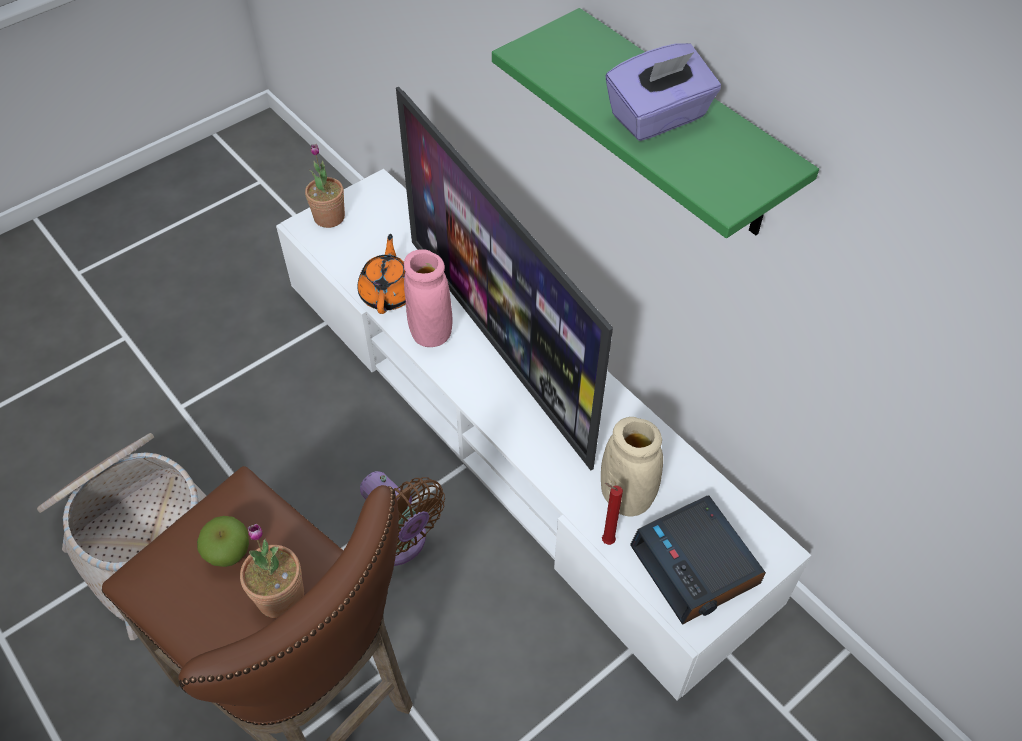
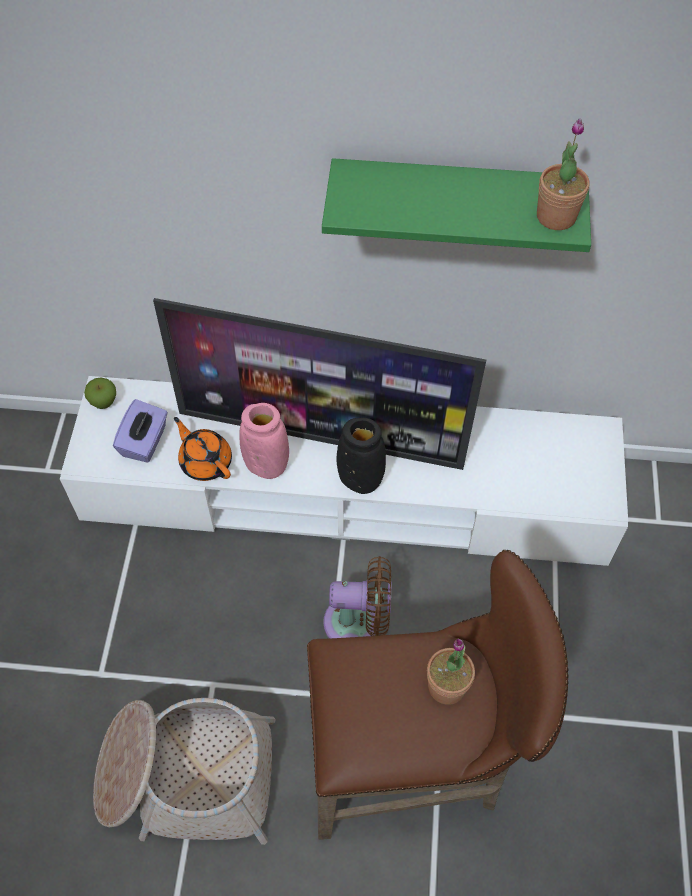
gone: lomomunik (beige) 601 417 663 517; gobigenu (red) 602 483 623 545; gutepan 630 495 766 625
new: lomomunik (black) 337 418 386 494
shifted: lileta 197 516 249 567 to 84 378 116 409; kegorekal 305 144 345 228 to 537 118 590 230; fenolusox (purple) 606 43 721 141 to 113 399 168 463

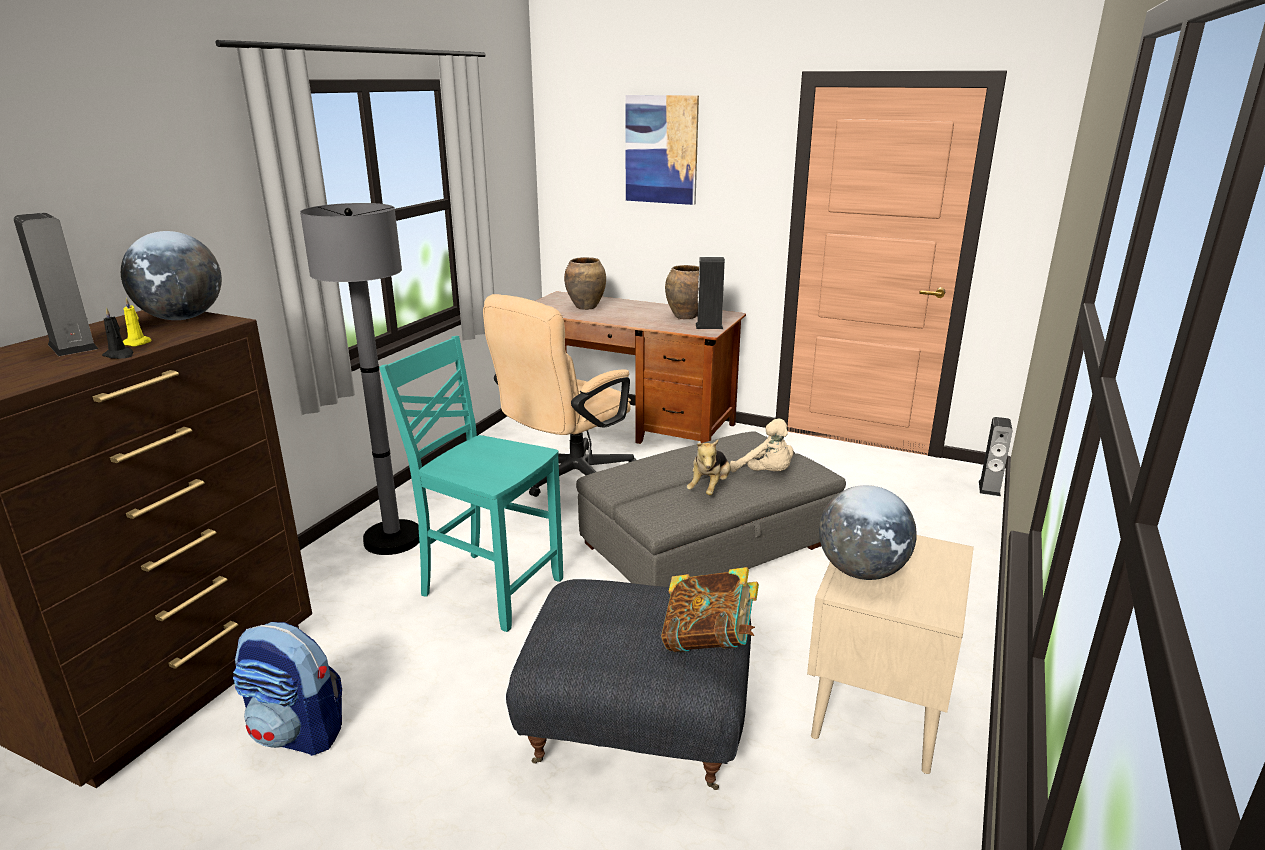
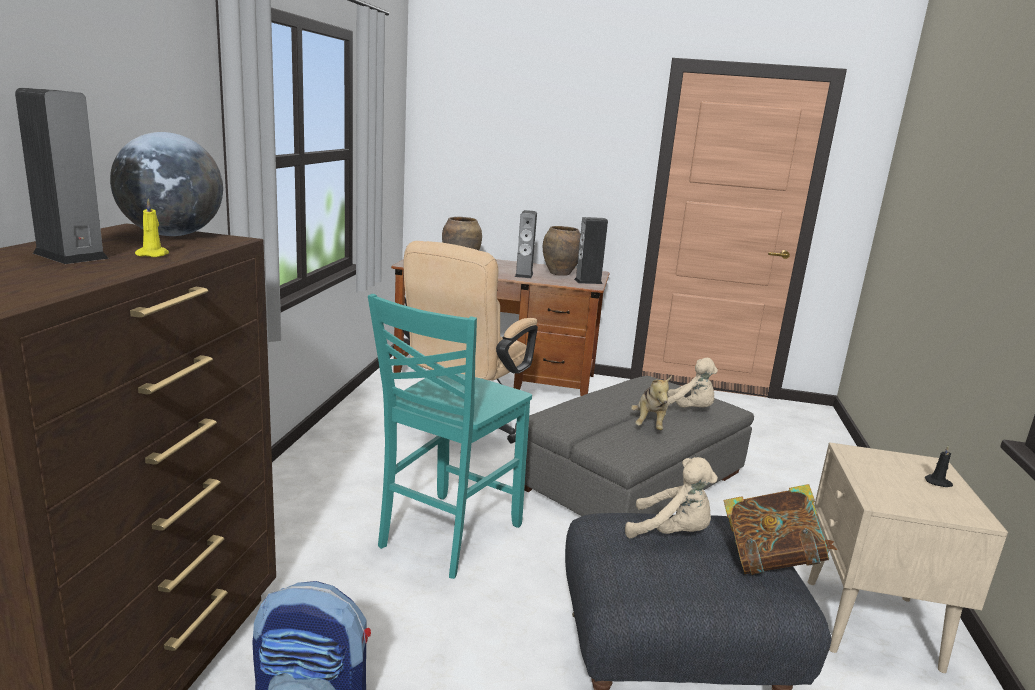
gone: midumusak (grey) 300 203 420 555; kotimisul 625 95 699 205; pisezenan 819 485 917 580
new: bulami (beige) 625 457 718 538
shifted: gobigenu (black) 102 308 133 359 to 925 445 953 487; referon 979 417 1013 496 to 515 210 537 278
rotated: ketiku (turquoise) 379 336 563 632 = 368 294 532 579 75 degrees counterclockwise

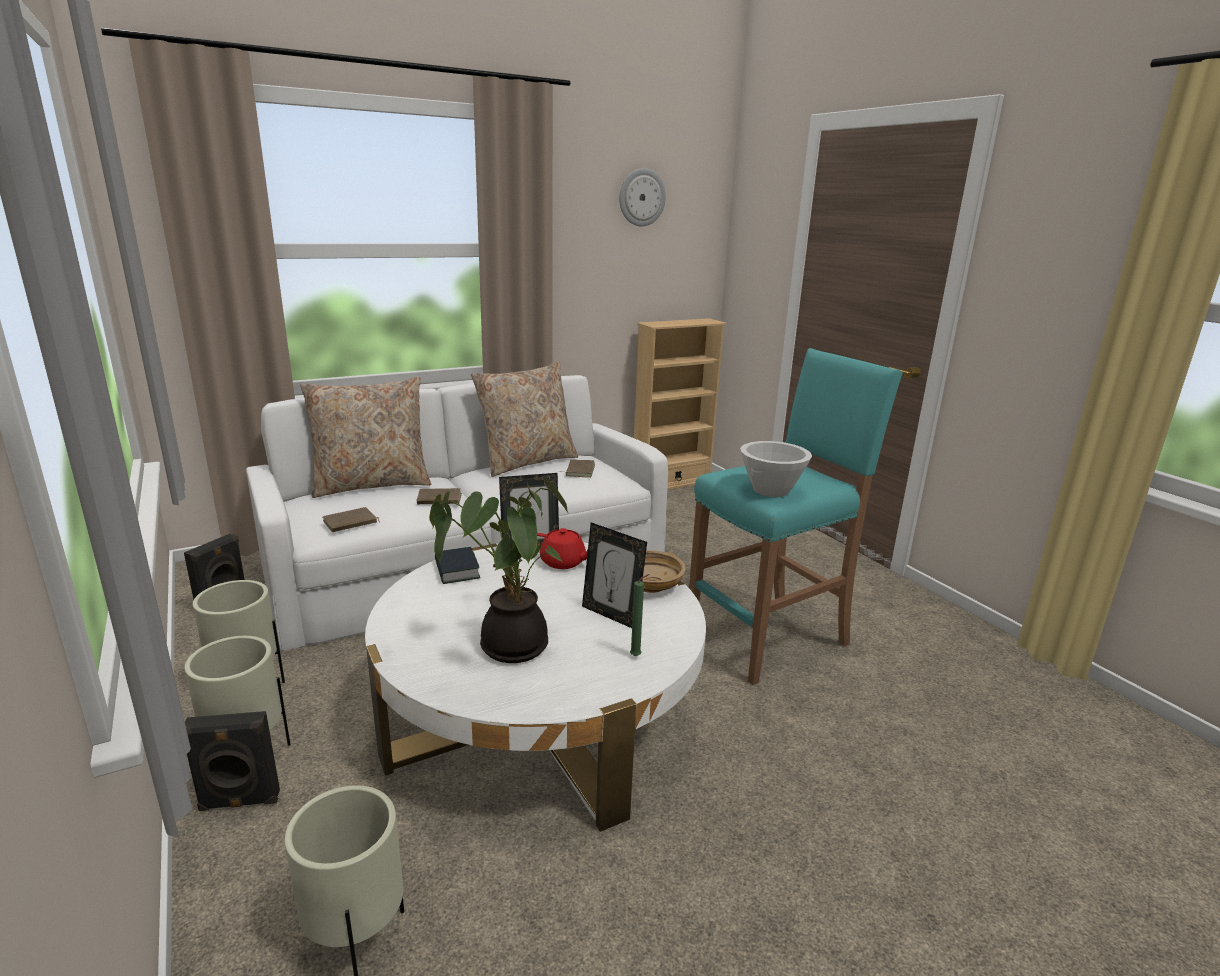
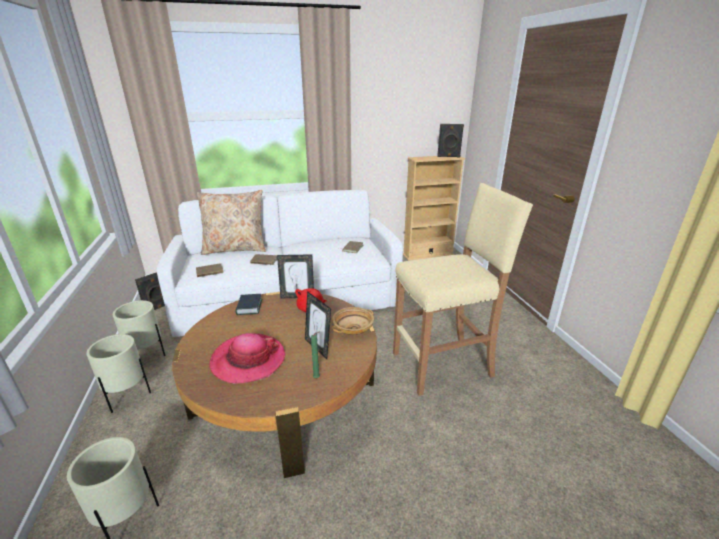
gone: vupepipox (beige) 471 362 578 477; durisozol 619 168 666 226; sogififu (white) 740 441 812 497
shifted: referon (black) 185 711 280 811 to 437 124 464 157
swapped: kegorekal 429 478 570 663 to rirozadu 210 333 285 384
repainted: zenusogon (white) 365 542 706 832 to zenusogon (brown) 172 292 377 478; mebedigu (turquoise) 689 348 903 685 to mebedigu (beige) 393 183 533 396

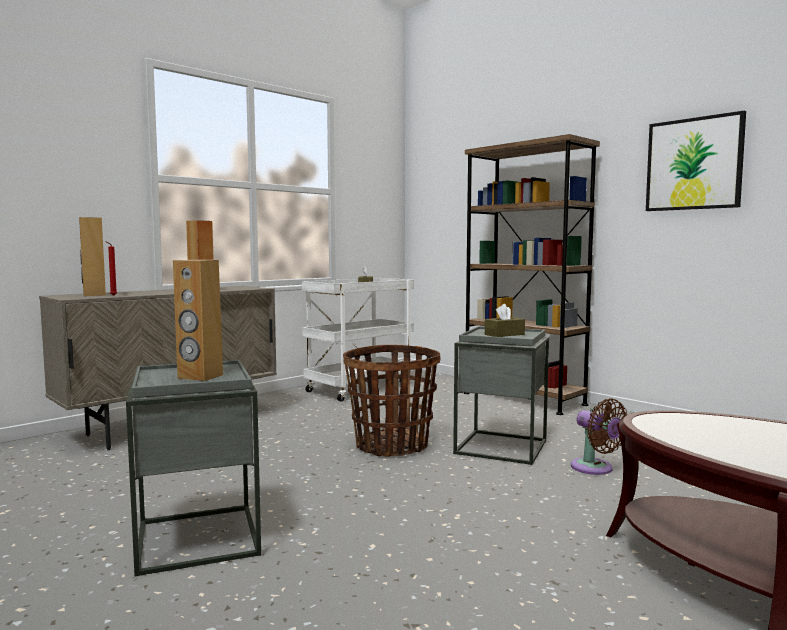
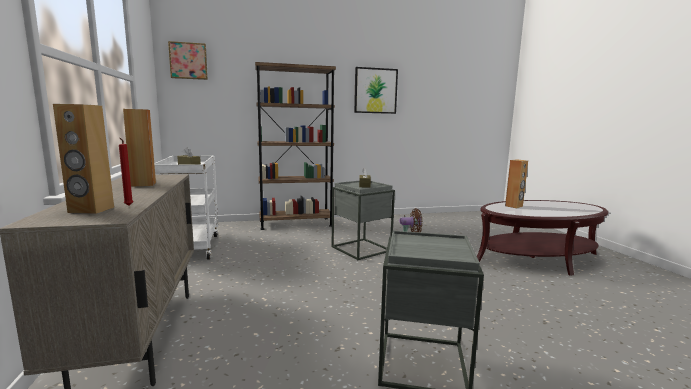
gone: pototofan 343 345 440 457
new: kotimisul 168 41 208 80
shifted: referon (brown) 173 260 223 381 to 505 159 528 208

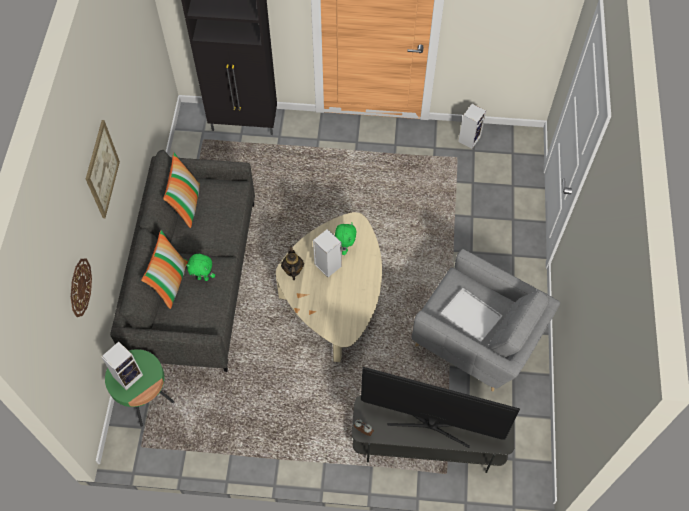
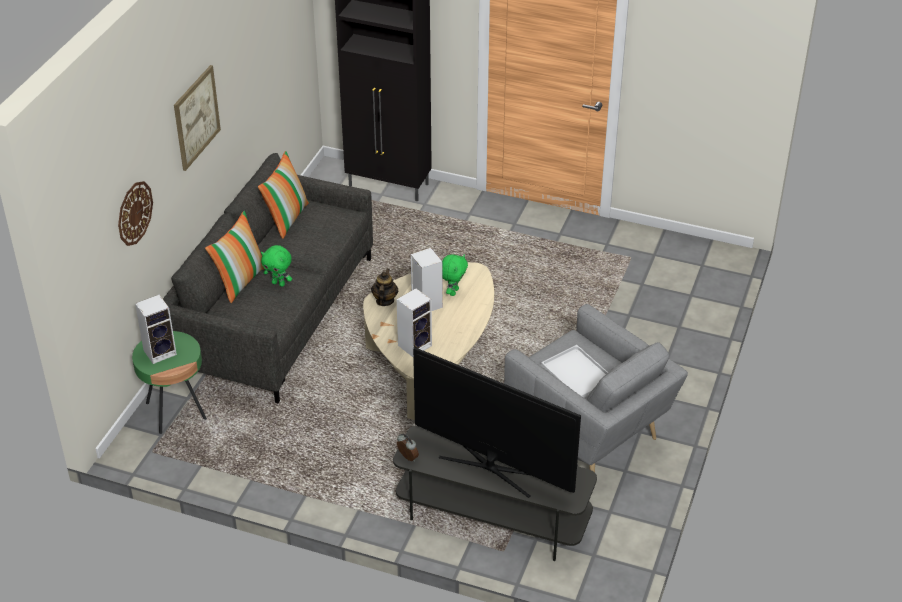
shifted: referon 458 104 486 149 to 397 288 432 357

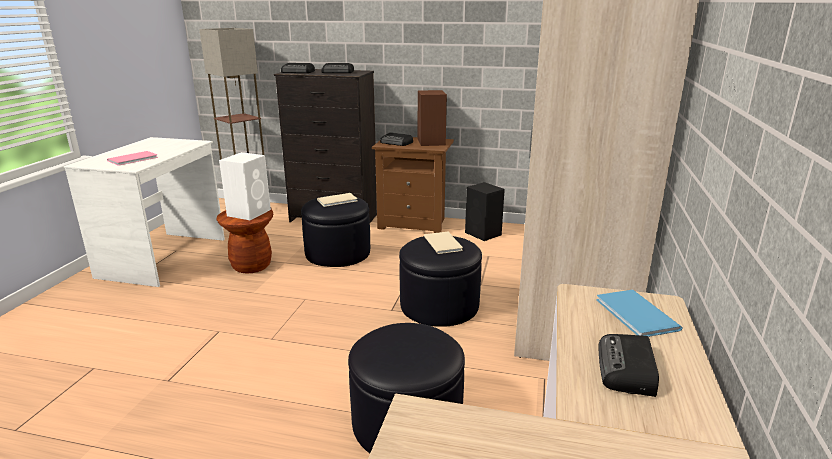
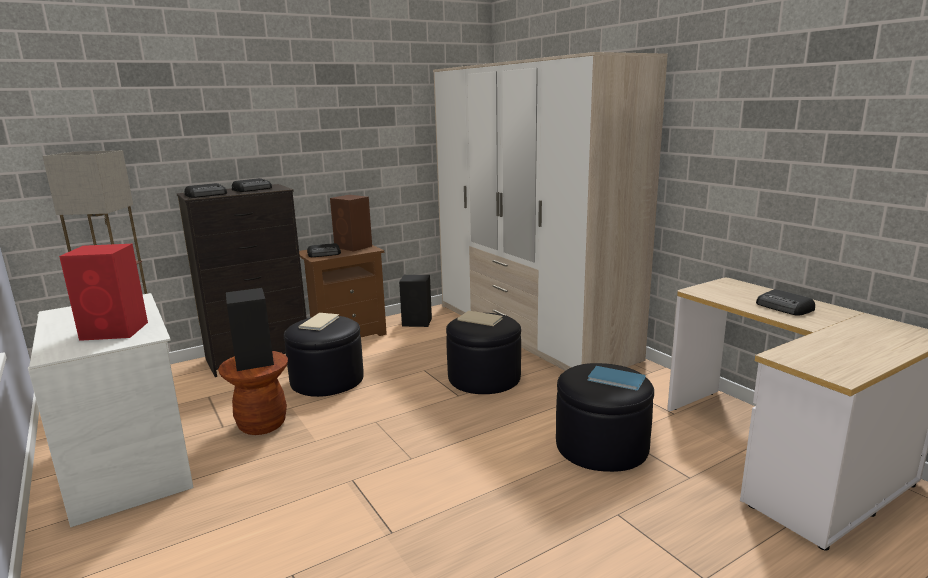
shifted: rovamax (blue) 596 290 682 337 to 588 366 646 391
swapped: rovamax (pink) 107 151 158 166 to referon (red) 59 244 148 341
repainted: referon (white) 219 152 271 220 to referon (black) 226 288 274 371

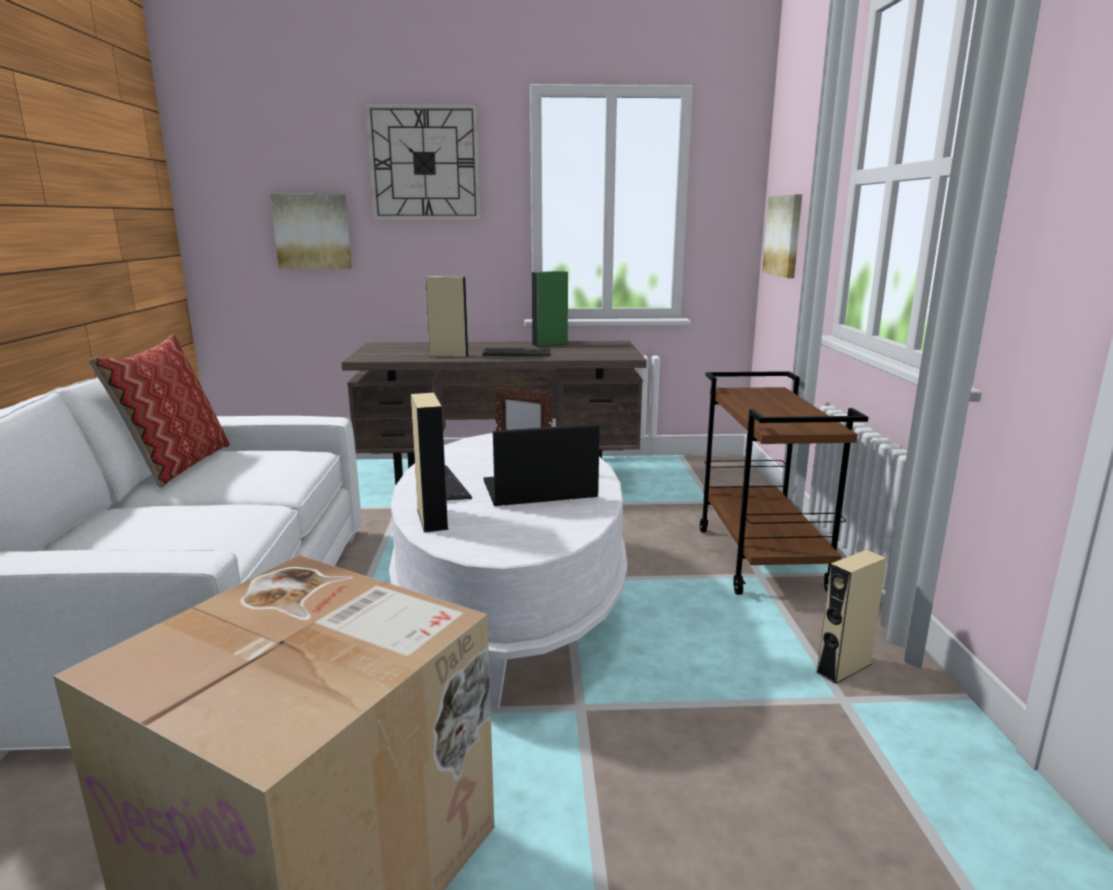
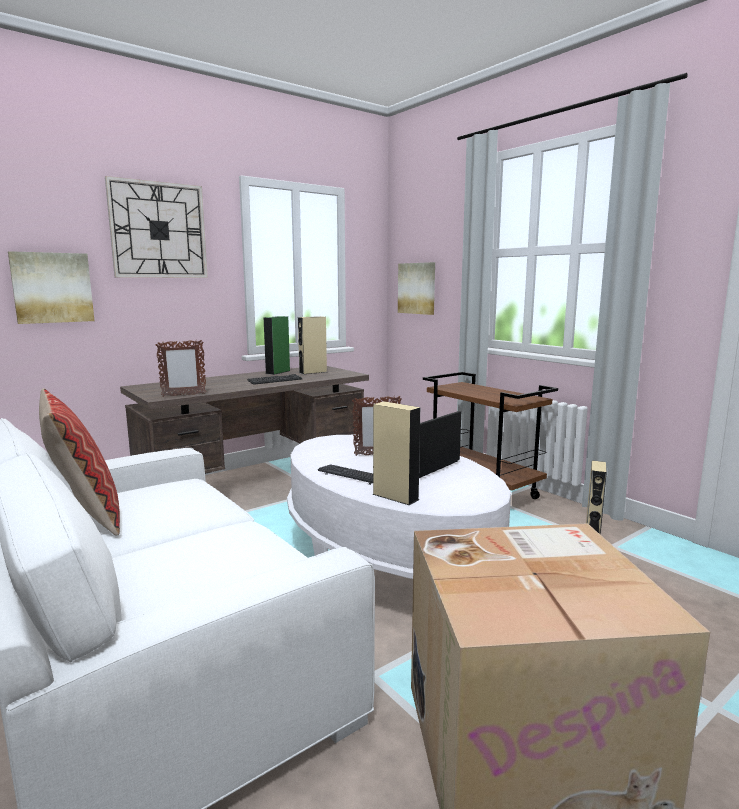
new: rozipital 156 340 207 397
shifted: referon (beige) 426 276 468 357 to 298 316 327 374

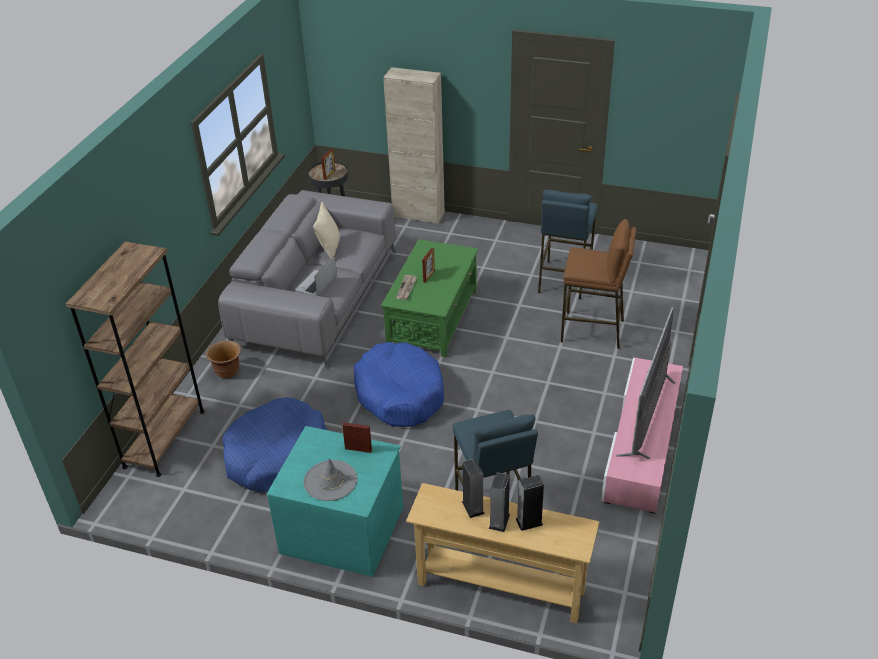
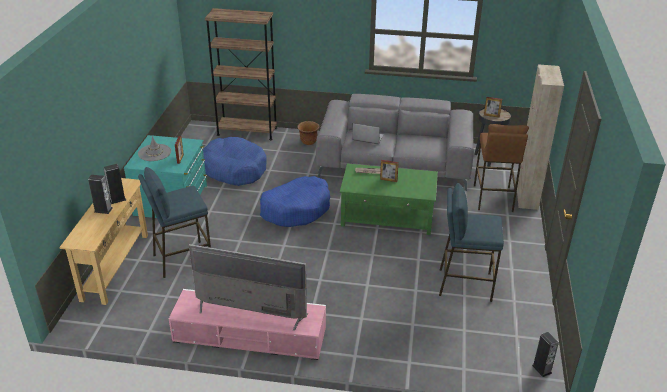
gone: vupepipox (beige) 313 202 340 259
shifted: referon 516 475 544 531 to 532 332 559 377; mebedigu (brown) 561 219 636 349 to 474 124 529 212

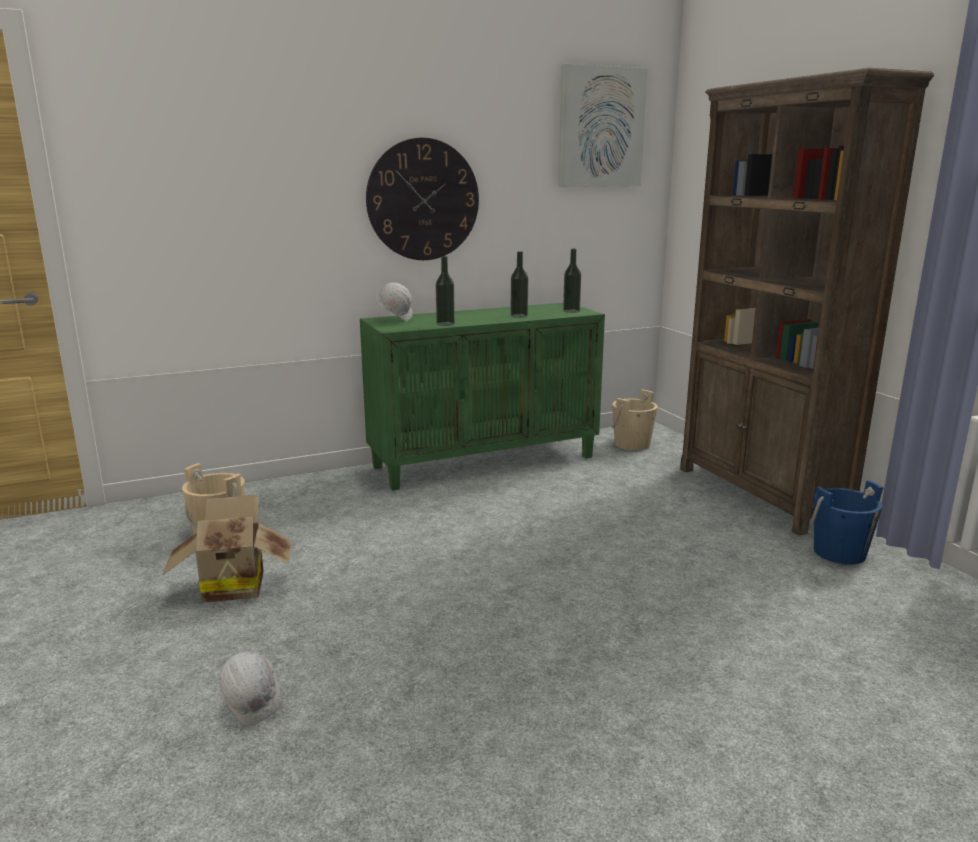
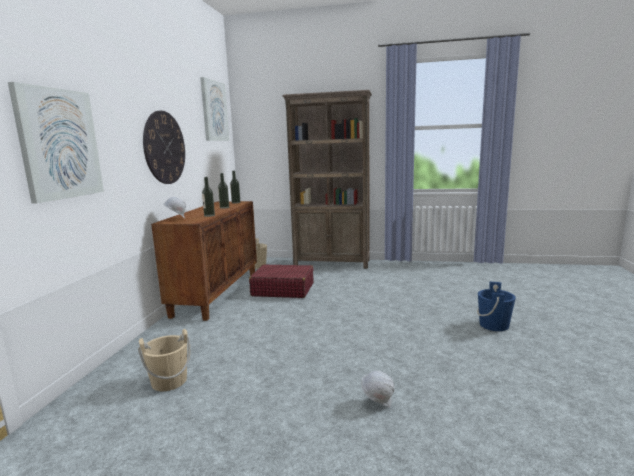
gone: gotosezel 162 495 291 603
new: kotimisul 8 82 104 204; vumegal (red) 249 264 314 298
shifted: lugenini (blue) 811 480 883 564 to 477 282 516 331
repainted: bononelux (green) 360 303 605 491 to bononelux (brown) 151 201 257 321

